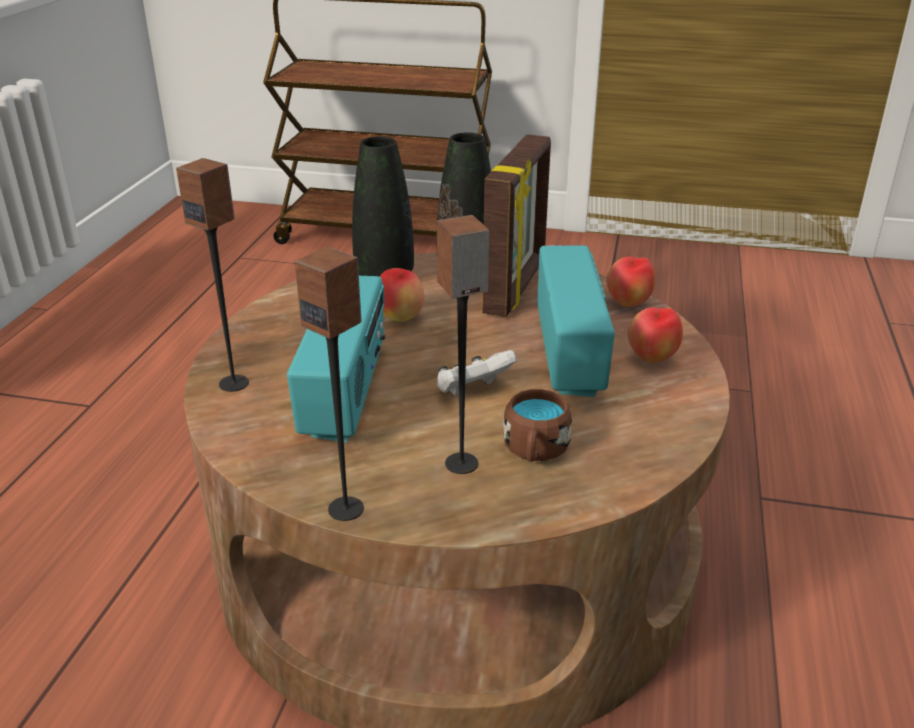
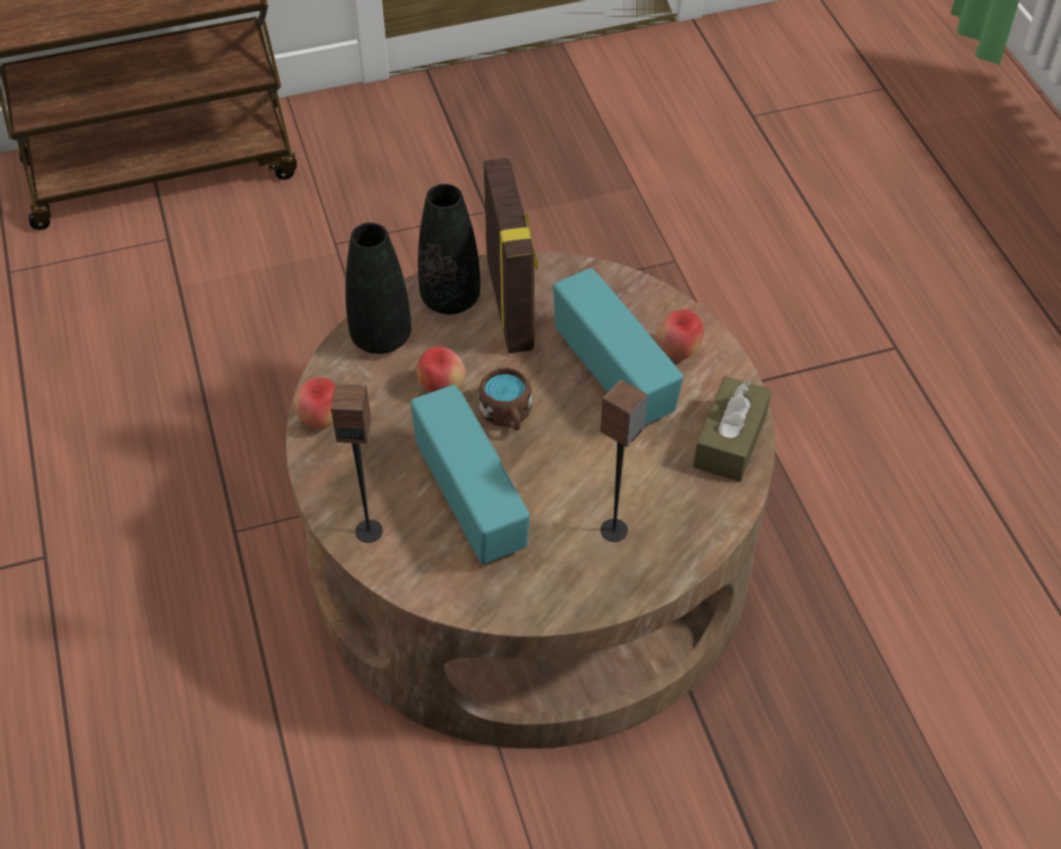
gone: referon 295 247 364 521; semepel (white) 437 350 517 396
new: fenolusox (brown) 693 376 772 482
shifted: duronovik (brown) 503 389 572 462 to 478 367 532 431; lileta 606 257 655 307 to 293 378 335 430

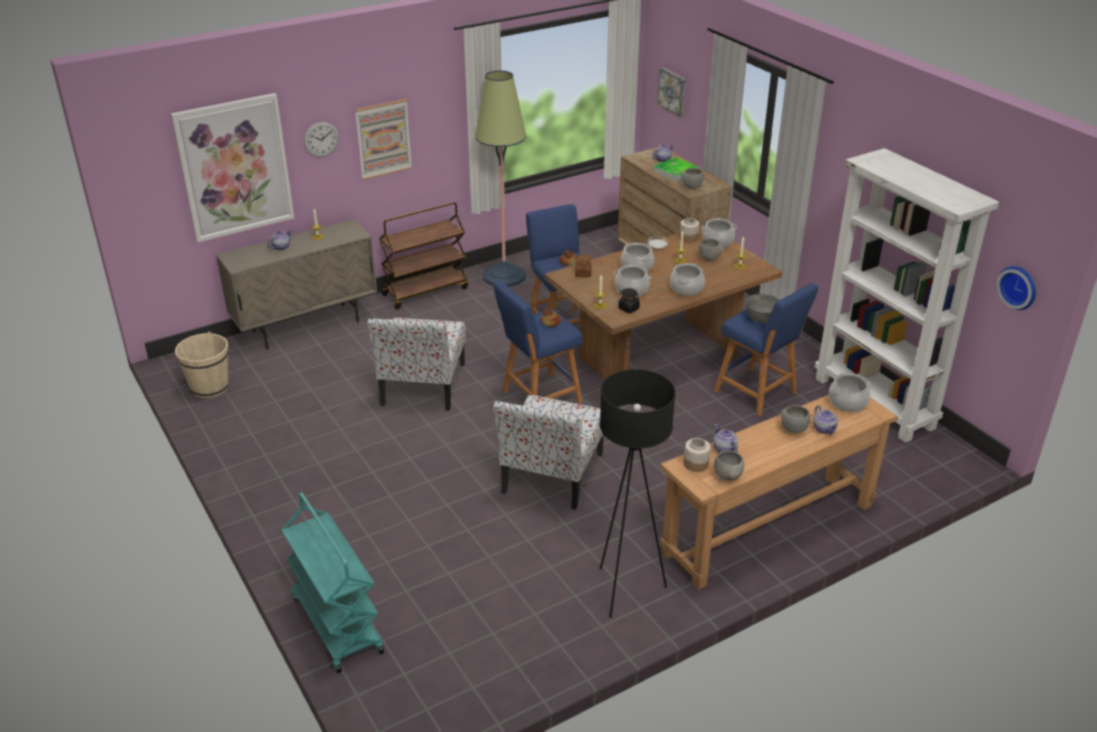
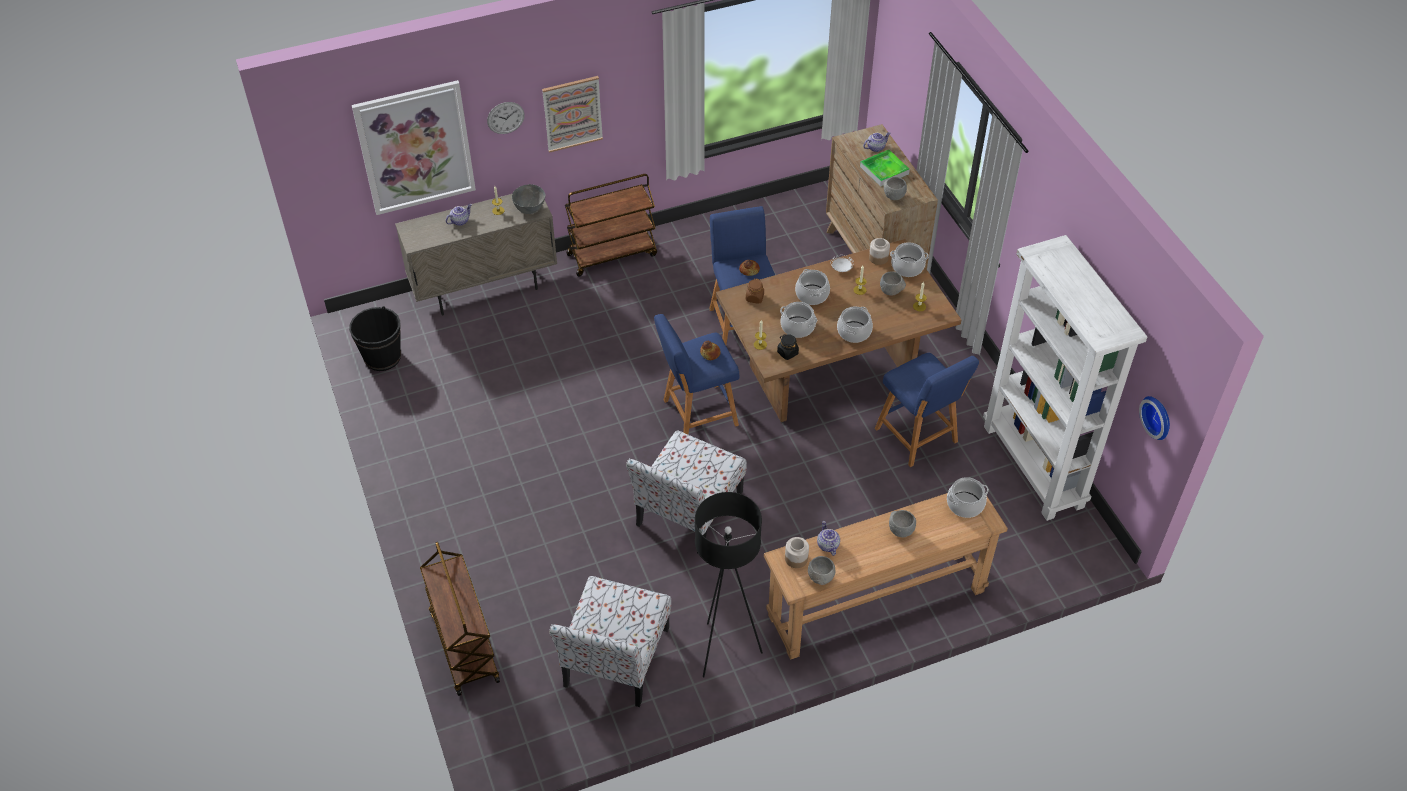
gone: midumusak 475 70 526 287; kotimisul 657 67 686 117; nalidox 813 405 838 434
shifted: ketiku 367 318 466 411 to 549 576 671 707; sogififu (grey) 746 294 779 323 to 512 184 546 214
repainted: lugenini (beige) 175 331 229 398 to lugenini (black) 349 306 401 371; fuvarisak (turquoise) 282 492 384 673 to fuvarisak (brown) 420 542 500 696

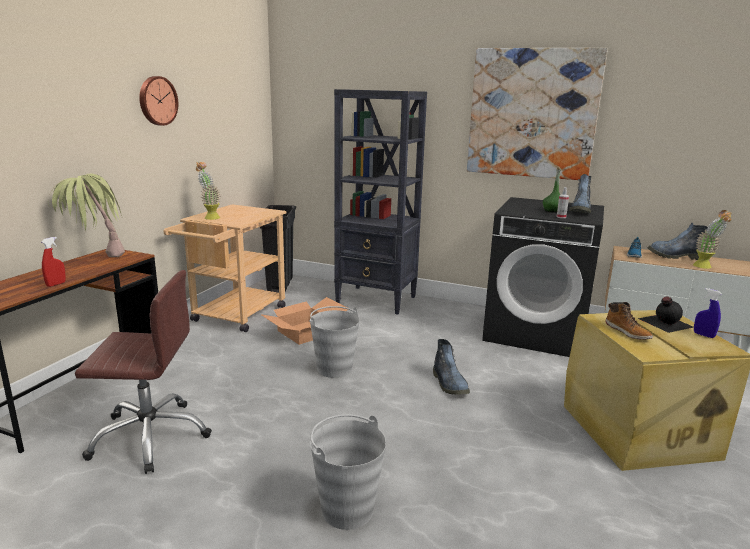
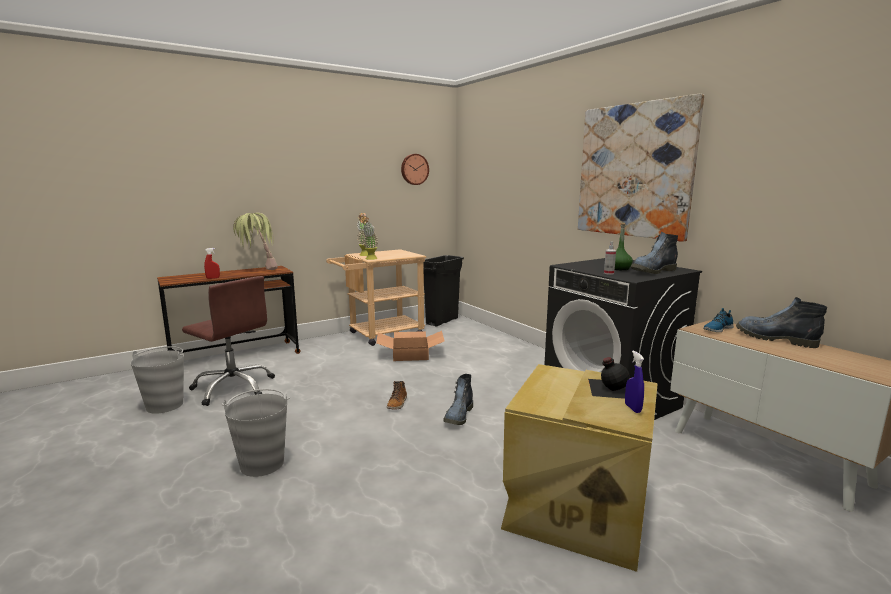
gone: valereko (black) 334 89 427 315
shifted: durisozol 139 76 178 126 to 401 154 429 185; lugenini (grey) 309 306 359 378 to 131 346 184 414; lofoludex 605 302 653 339 to 387 381 407 410; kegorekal 693 210 732 269 to 359 216 378 260

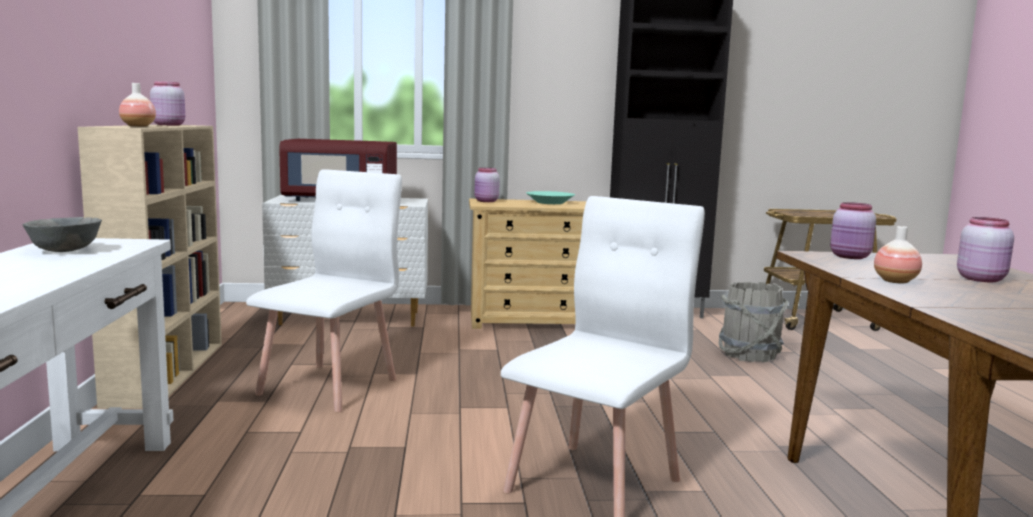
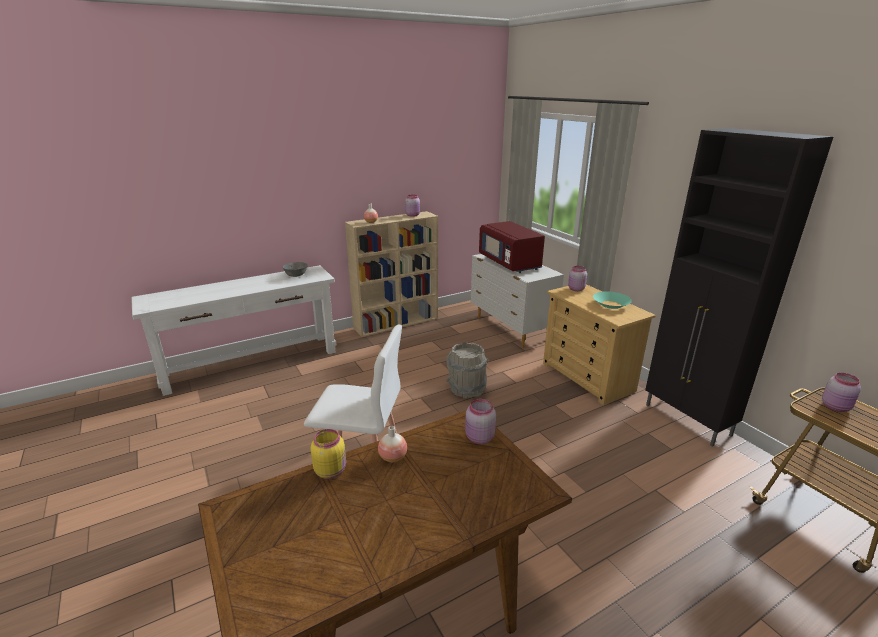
gone: ketiku (white) 246 169 402 412
new: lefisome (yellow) 311 429 346 479
shifted: lugenini (grey) 719 281 788 362 to 446 342 489 398; lefisome (pink) 957 217 1014 282 to 822 373 861 412

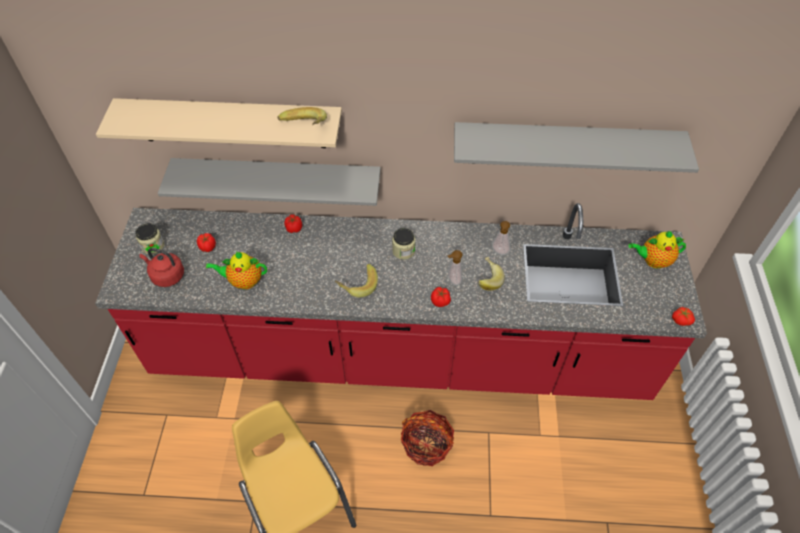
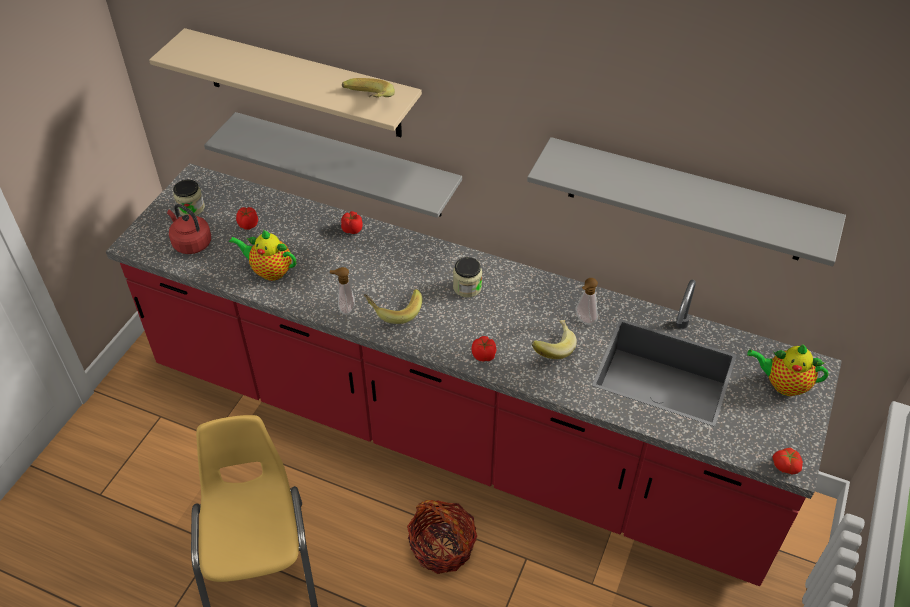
shifted: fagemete 447 250 462 286 to 330 267 355 315

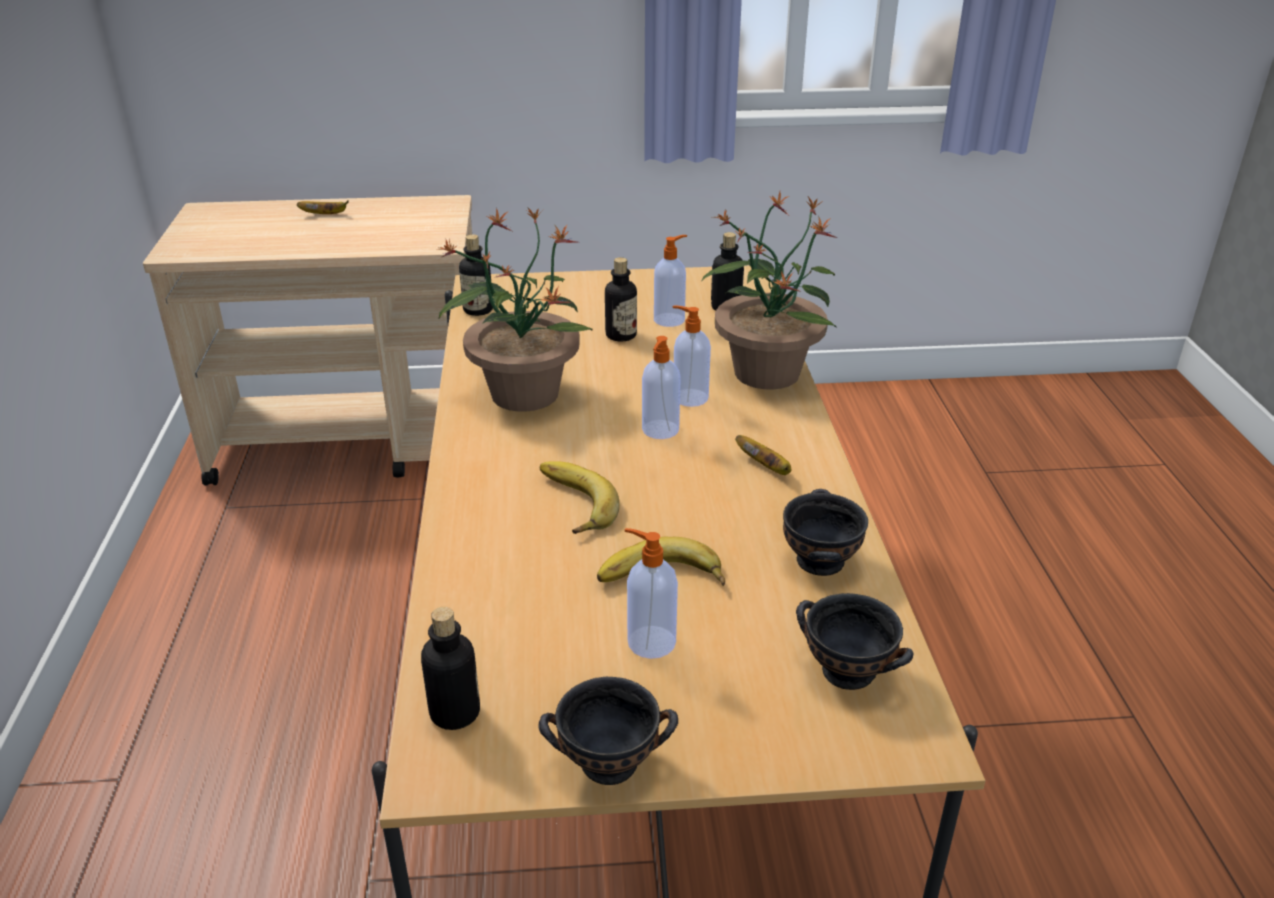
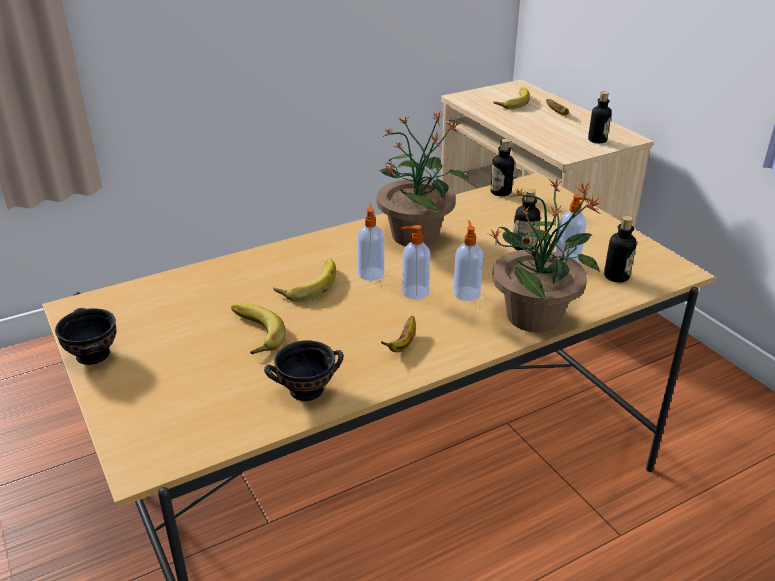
gone: sogififu (black) 796 593 913 690
new: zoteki 493 87 530 109
shifted: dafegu 421 607 480 730 to 588 92 612 143; fagemete 625 528 678 659 to 357 203 384 281

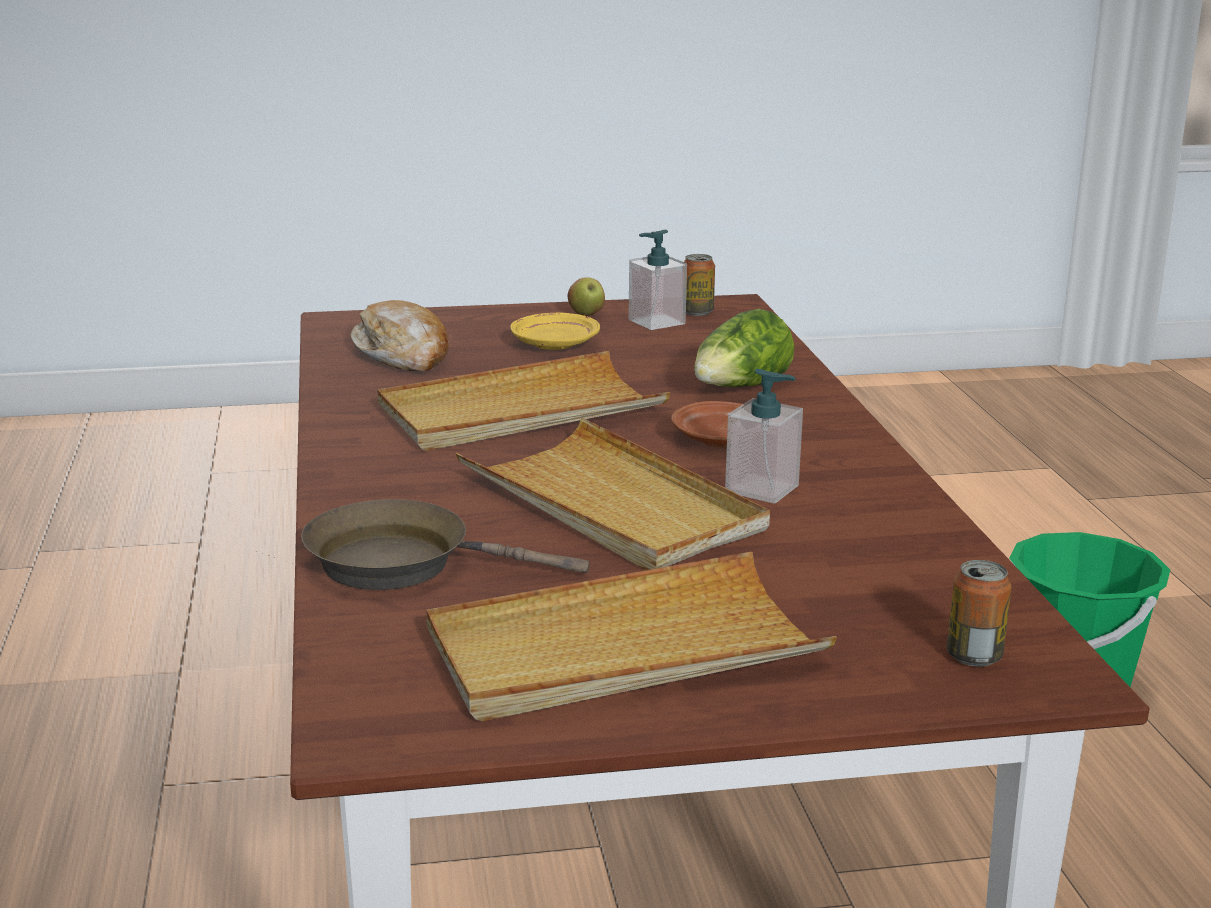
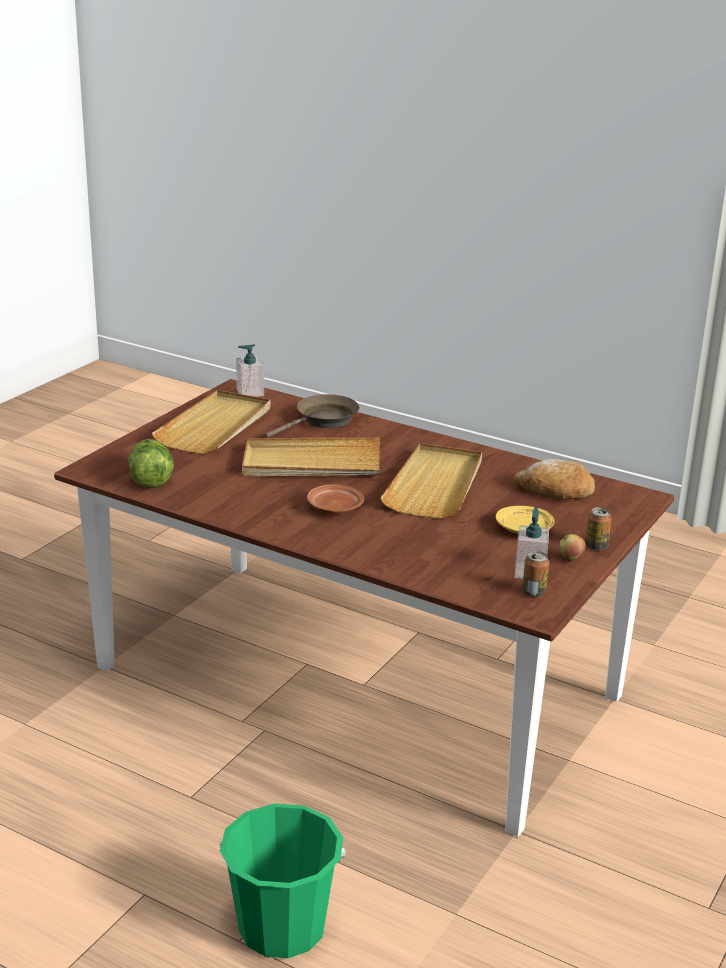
shifted: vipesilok 694 309 794 387 to 128 439 174 488; fagemete 725 369 803 504 to 236 344 264 397; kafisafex 947 560 1012 667 to 585 507 612 550

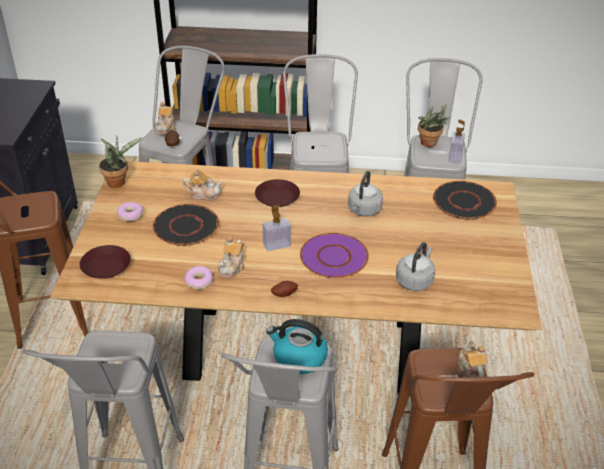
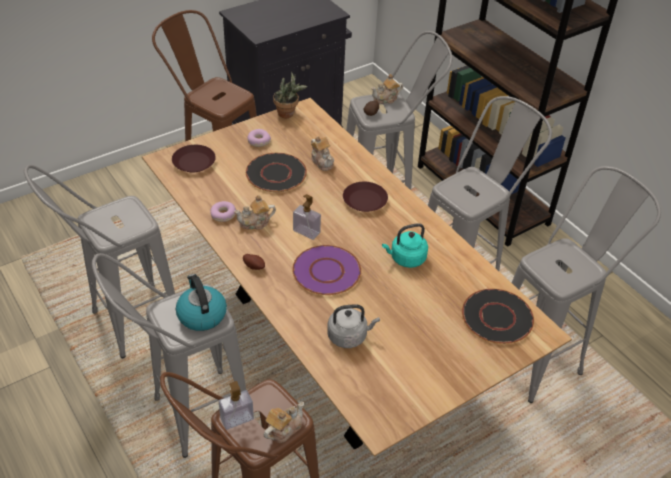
gone: kegorekal 418 104 450 147
shifted: fagemete 449 119 465 163 to 219 381 254 430
repainted: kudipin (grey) 348 171 383 216 to kudipin (turquoise) 382 223 428 268

